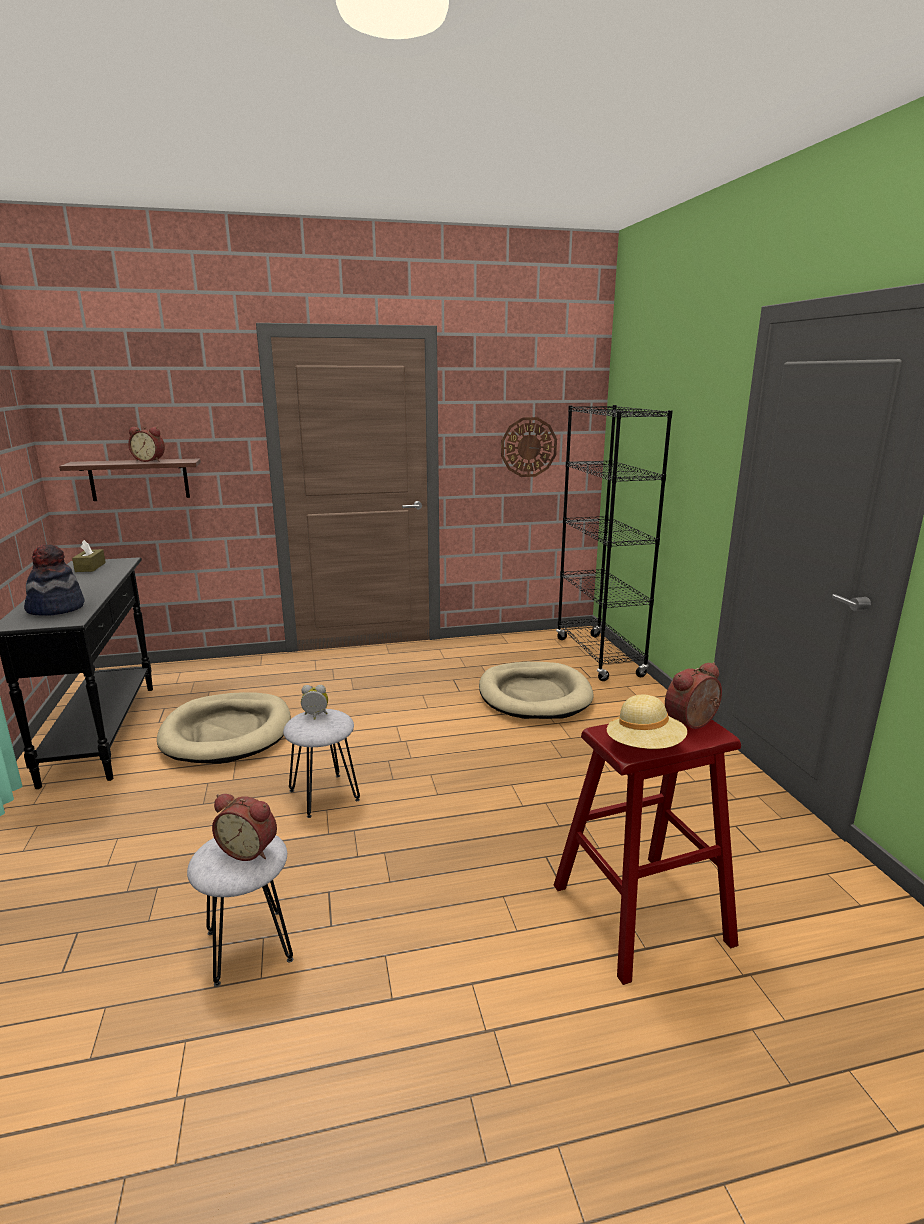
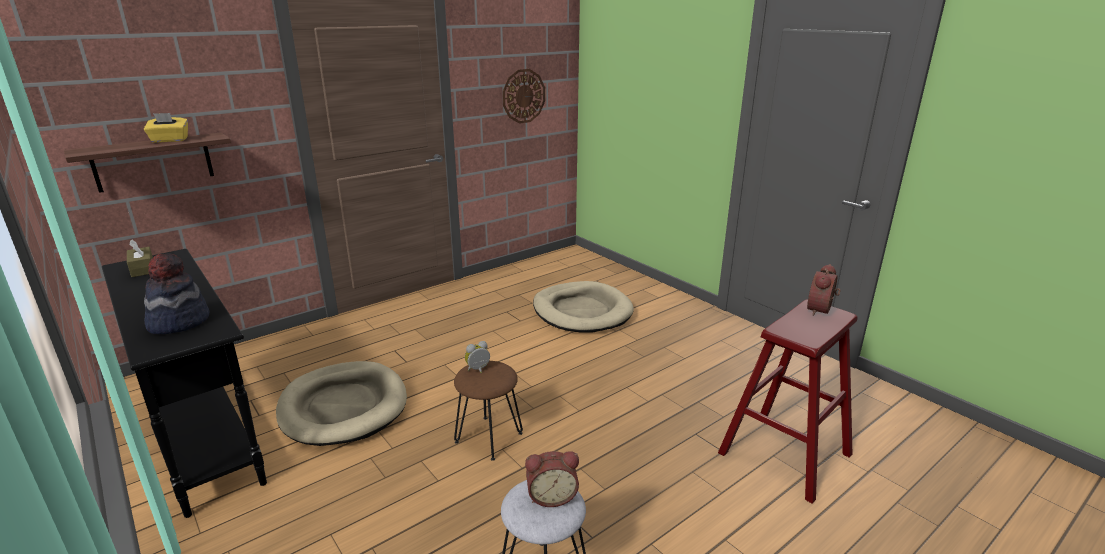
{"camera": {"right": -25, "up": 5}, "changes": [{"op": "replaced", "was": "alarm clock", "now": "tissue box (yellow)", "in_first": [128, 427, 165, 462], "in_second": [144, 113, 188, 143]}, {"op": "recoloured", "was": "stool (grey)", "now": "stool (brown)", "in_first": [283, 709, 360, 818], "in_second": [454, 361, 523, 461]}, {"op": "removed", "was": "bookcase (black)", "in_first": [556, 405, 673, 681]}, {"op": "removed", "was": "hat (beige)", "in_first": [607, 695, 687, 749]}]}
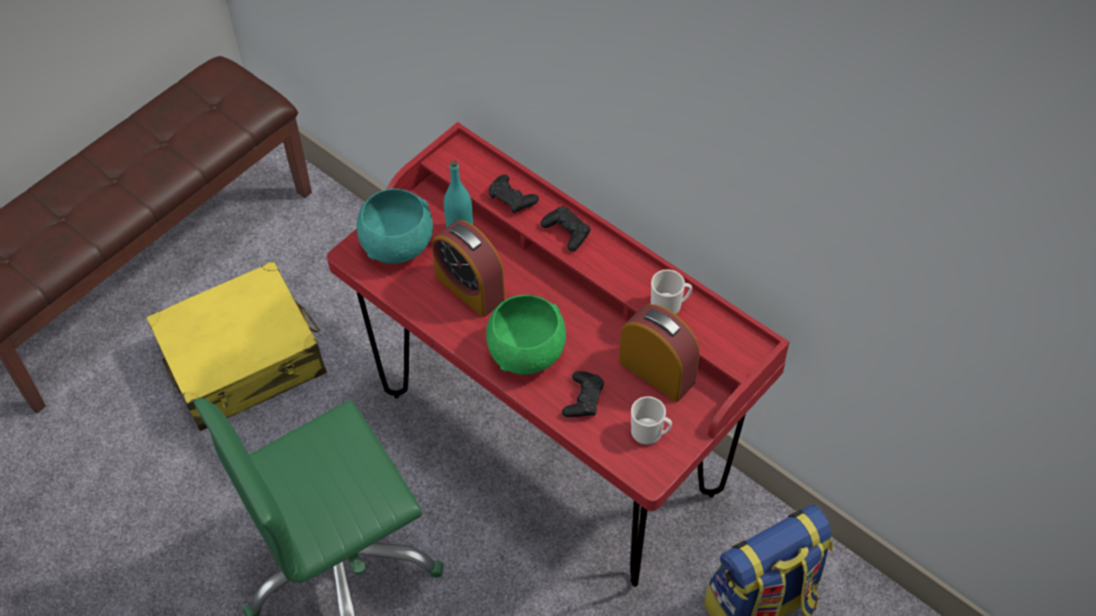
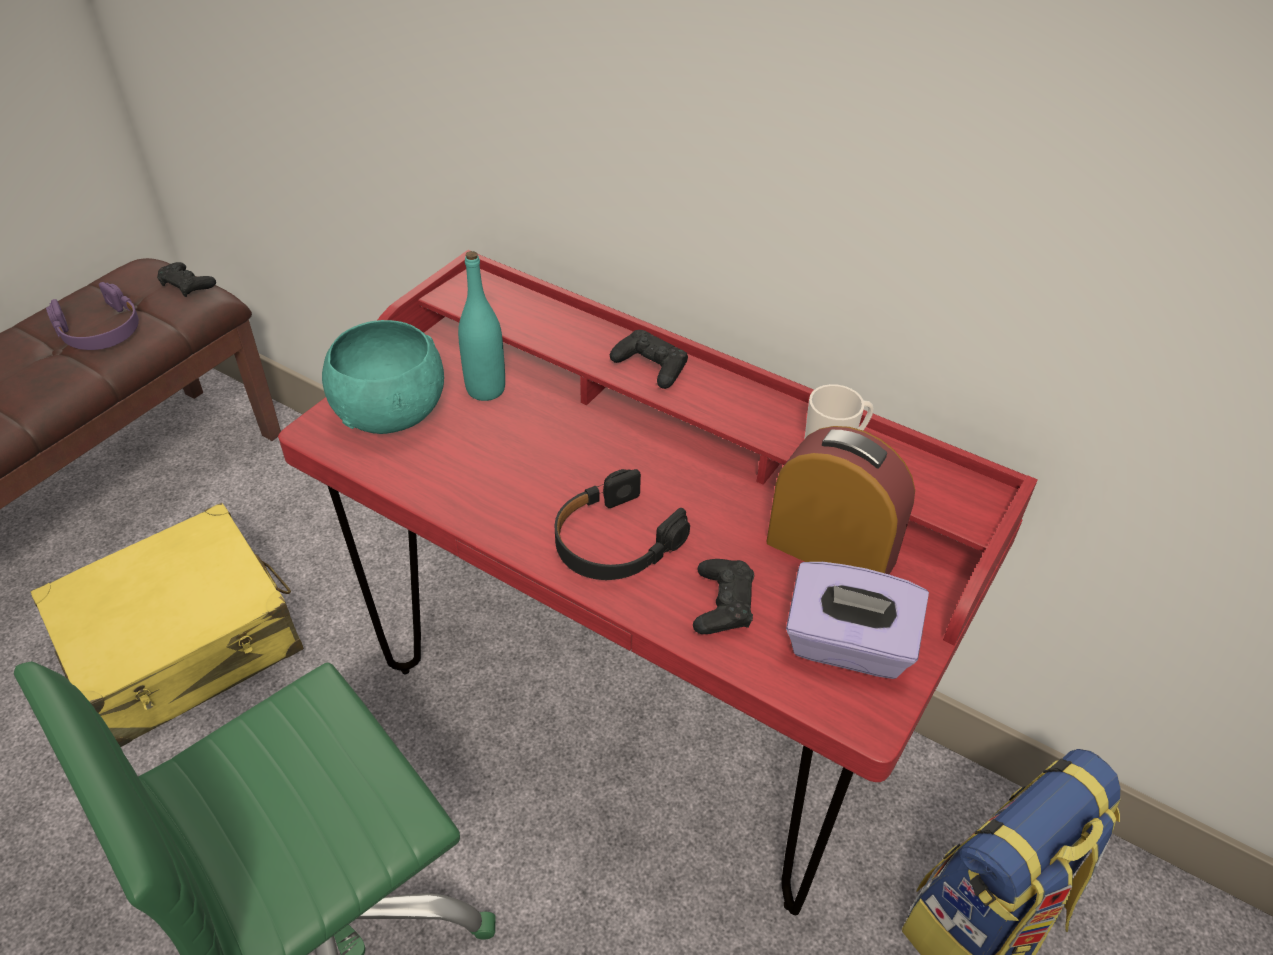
{"camera": {"right": -10, "up": -10}, "changes": [{"op": "removed", "was": "alarm clock", "in_first": [432, 220, 505, 317]}, {"op": "replaced", "was": "bowl (green)", "now": "headphones (black)", "in_first": [486, 295, 566, 375], "in_second": [555, 469, 690, 580]}, {"op": "moved", "was": "game controller (black)", "in_first": [489, 174, 539, 214], "in_second": [157, 262, 216, 297]}, {"op": "replaced", "was": "mug", "now": "tissue box (purple)", "in_first": [631, 396, 672, 445], "in_second": [786, 562, 929, 679]}, {"op": "added", "now": "headphones (purple)", "in_second": [46, 282, 139, 350]}]}
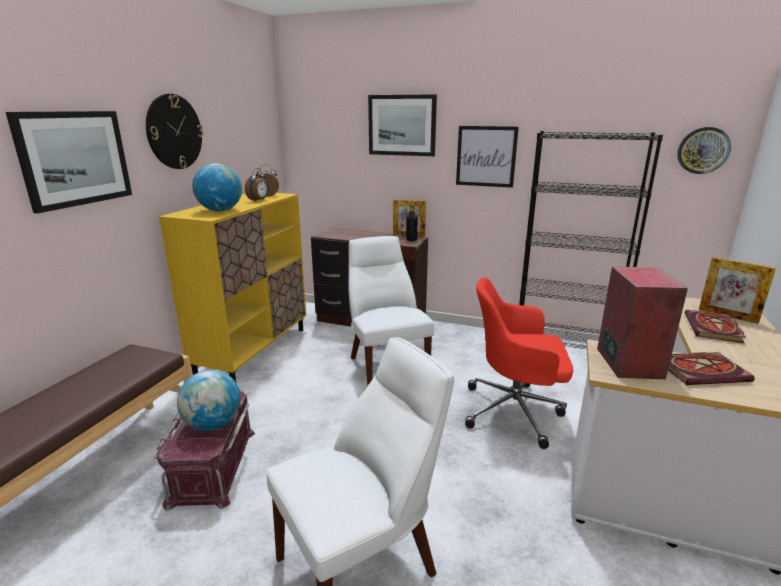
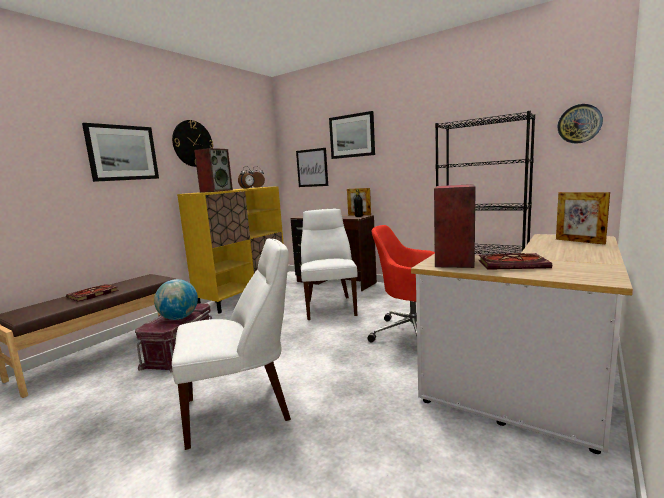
{"camera": {"right": 15, "up": -10}, "changes": [{"op": "replaced", "was": "globe", "now": "speaker", "in_first": [192, 163, 242, 211], "in_second": [194, 148, 233, 193]}, {"op": "moved", "was": "picture", "in_first": [456, 126, 519, 188], "in_second": [296, 148, 328, 187]}, {"op": "moved", "was": "book", "in_first": [685, 310, 746, 343], "in_second": [66, 284, 119, 302]}]}
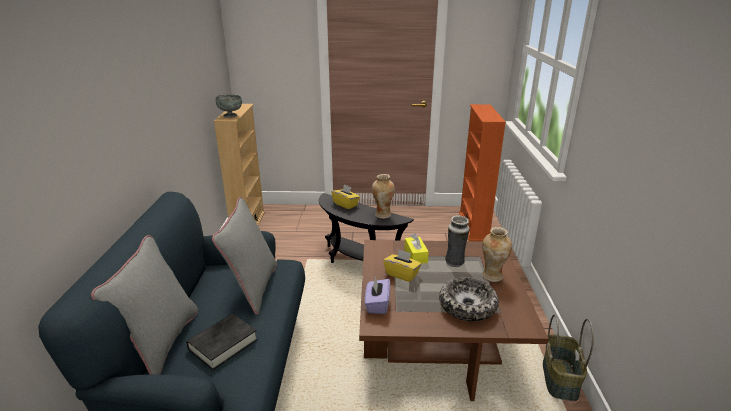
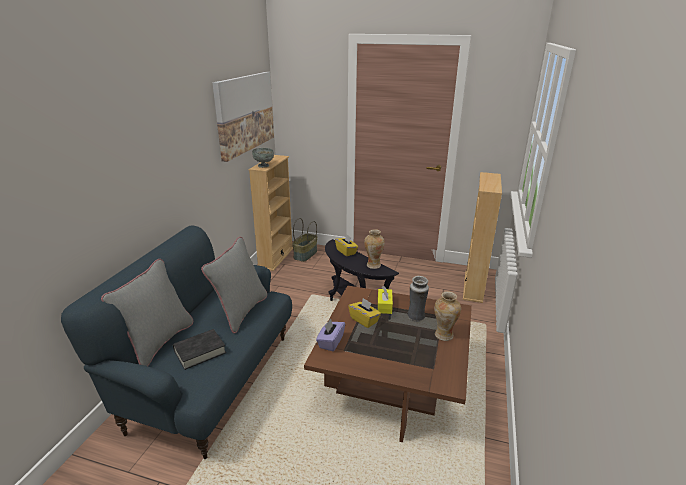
{"camera": {"right": 15, "up": 0}, "changes": [{"op": "removed", "was": "bowl", "in_first": [439, 277, 499, 322]}, {"op": "recoloured", "was": "bookcase (orange)", "now": "bookcase (beige)", "in_first": [459, 104, 506, 241], "in_second": [463, 172, 502, 303]}, {"op": "moved", "was": "basket", "in_first": [543, 315, 594, 401], "in_second": [292, 218, 317, 262]}, {"op": "added", "now": "picture", "in_second": [212, 72, 274, 162]}]}
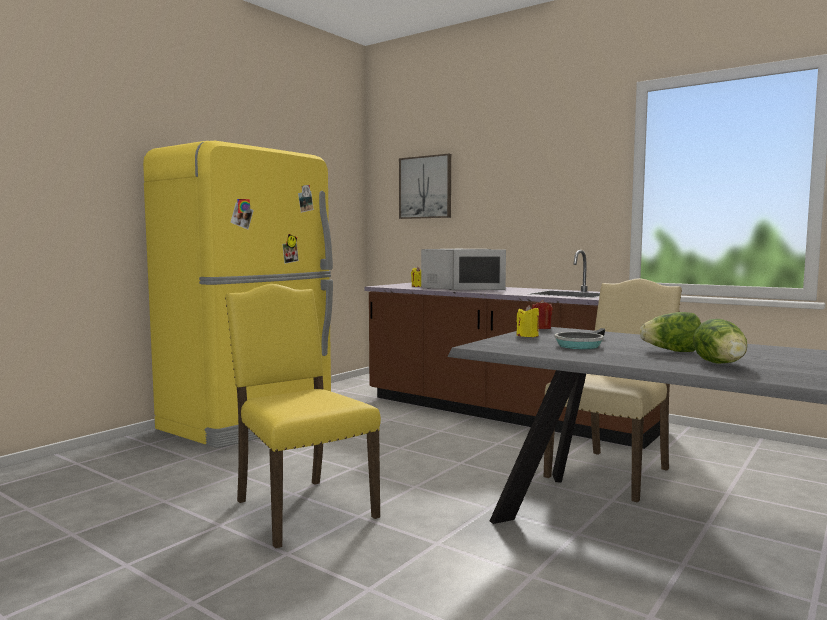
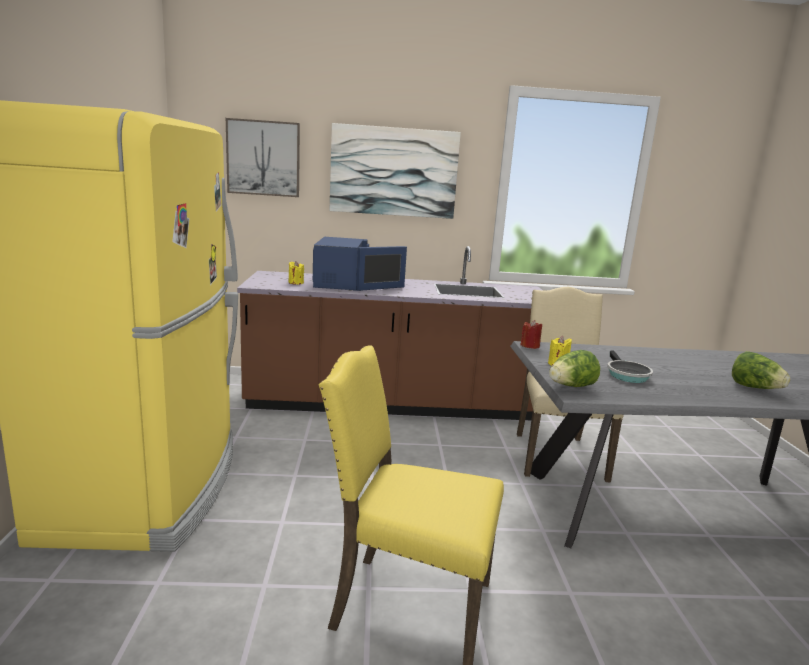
{"camera": {"right": -40, "up": 10}, "changes": [{"op": "recoloured", "was": "microwave (white)", "now": "microwave (blue)", "in_first": [421, 249, 506, 290], "in_second": [313, 237, 407, 291]}, {"op": "moved", "was": "lettuce", "in_first": [640, 312, 701, 352], "in_second": [549, 350, 600, 387]}, {"op": "added", "now": "picture", "in_second": [330, 123, 461, 219]}]}
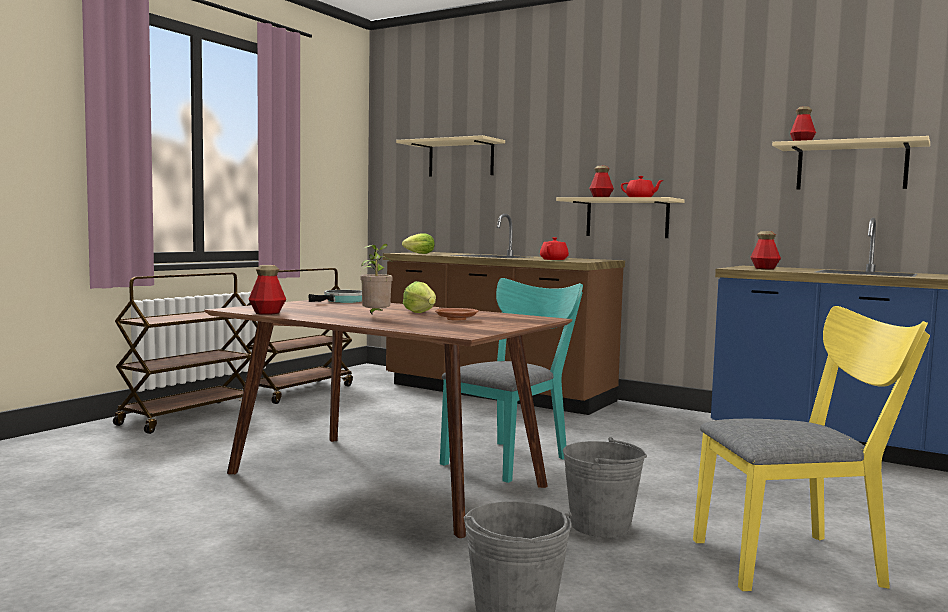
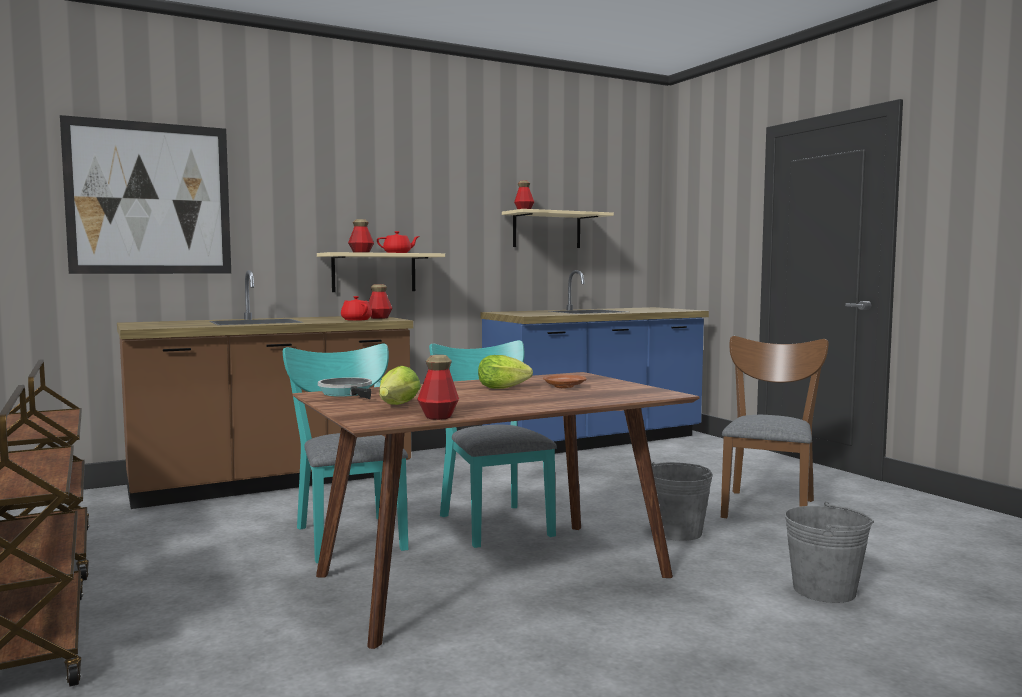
{"camera": {"right": -60, "up": 0}, "changes": [{"op": "removed", "was": "potted plant", "in_first": [361, 244, 393, 314]}, {"op": "replaced", "was": "shelf (beige)", "now": "picture", "in_first": [396, 135, 505, 177], "in_second": [60, 115, 231, 274]}, {"op": "moved", "was": "lettuce", "in_first": [402, 234, 434, 254], "in_second": [379, 366, 421, 405]}, {"op": "recoloured", "was": "chair (yellow)", "now": "chair (brown)", "in_first": [693, 306, 930, 591], "in_second": [721, 336, 828, 518]}, {"op": "moved", "was": "bottle", "in_first": [750, 231, 781, 270], "in_second": [368, 284, 393, 319]}, {"op": "added", "now": "chair (turquoise)", "in_second": [283, 344, 408, 563]}]}
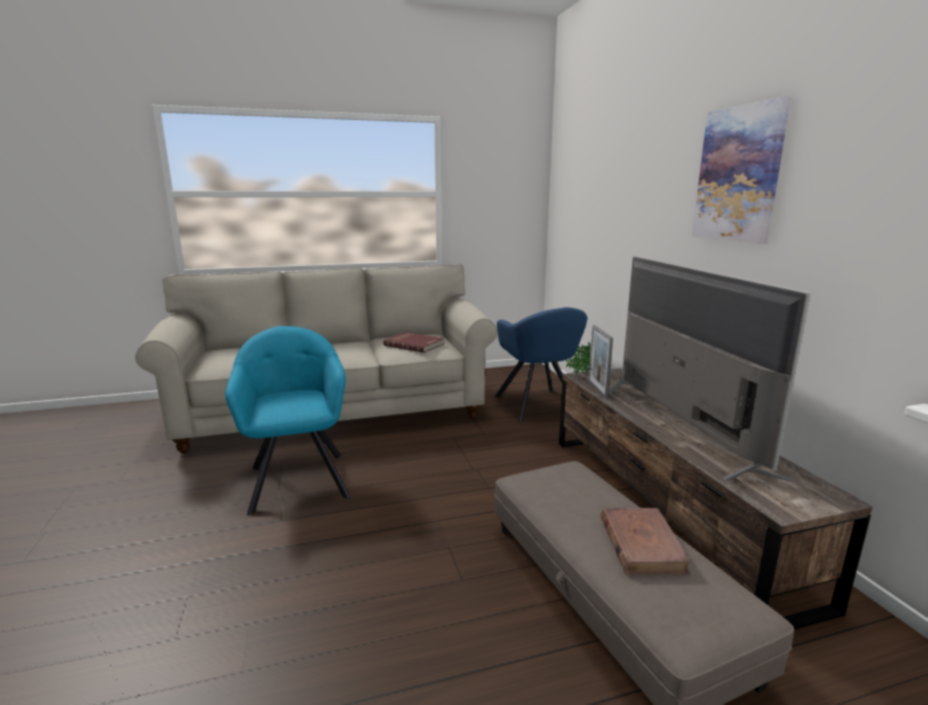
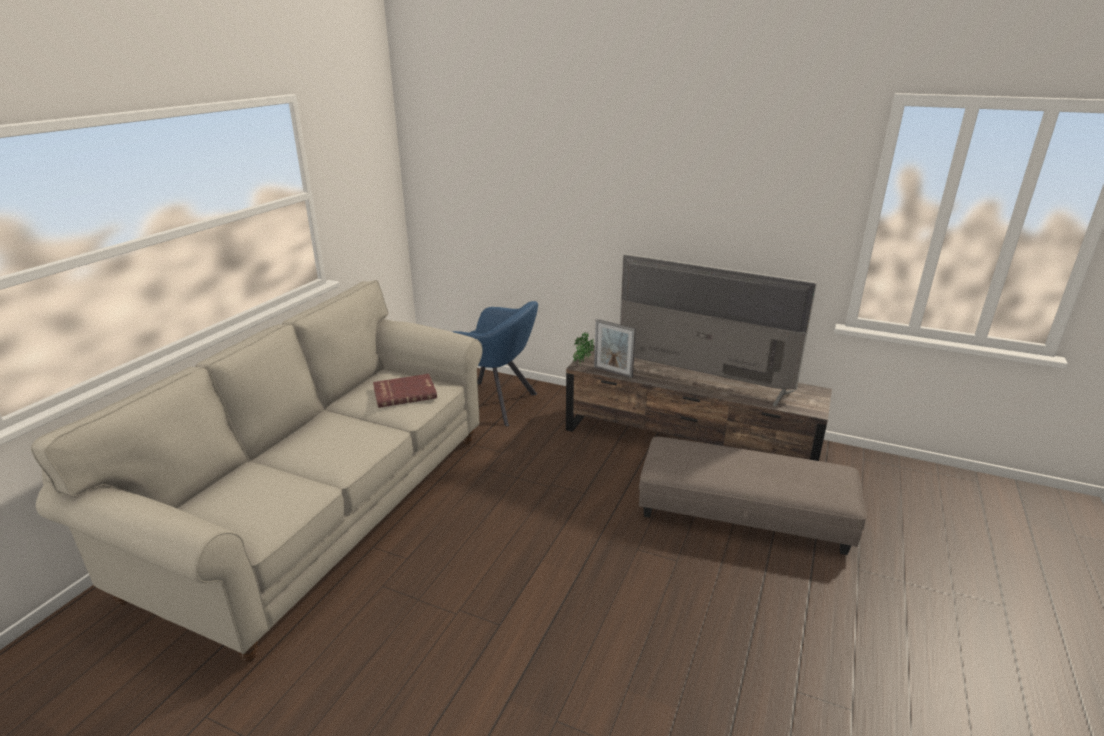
{"camera": {"right": -50, "up": 10}, "changes": [{"op": "removed", "was": "armchair (turquoise)", "in_first": [225, 326, 350, 515]}, {"op": "removed", "was": "book (brown)", "in_first": [601, 508, 691, 575]}, {"op": "removed", "was": "picture", "in_first": [692, 96, 791, 243]}]}
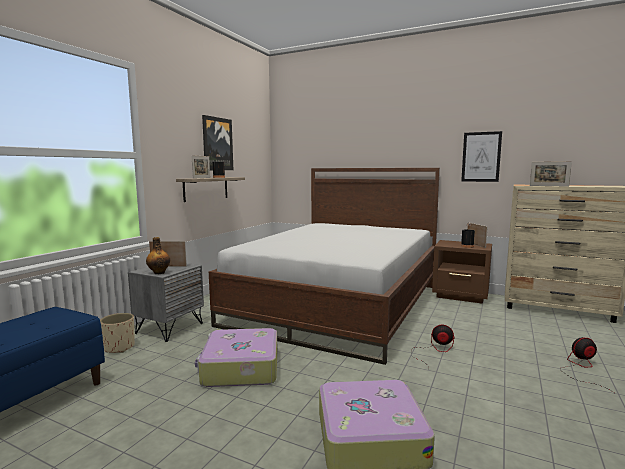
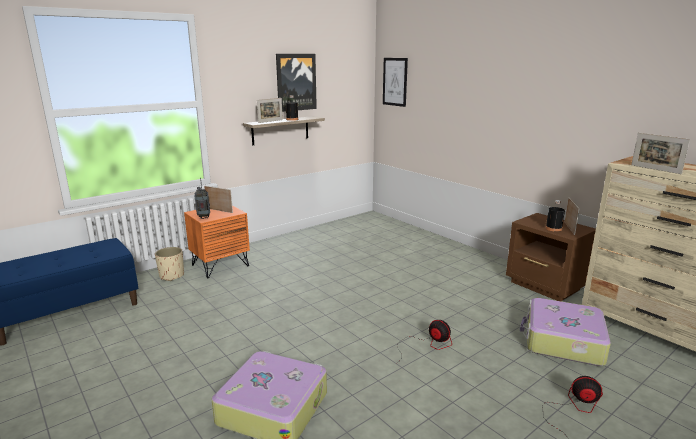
{"camera": {"right": 25, "up": 10}, "changes": [{"op": "recoloured", "was": "nightstand (grey)", "now": "nightstand (orange)", "in_first": [128, 263, 204, 342], "in_second": [184, 205, 250, 278]}, {"op": "replaced", "was": "bottle", "now": "radio", "in_first": [146, 237, 170, 274], "in_second": [195, 177, 210, 219]}, {"op": "moved", "was": "suitcase", "in_first": [195, 328, 278, 387], "in_second": [520, 298, 611, 366]}, {"op": "removed", "was": "bed", "in_first": [209, 168, 440, 365]}, {"op": "moved", "was": "picture", "in_first": [461, 131, 502, 182], "in_second": [383, 58, 408, 107]}]}
